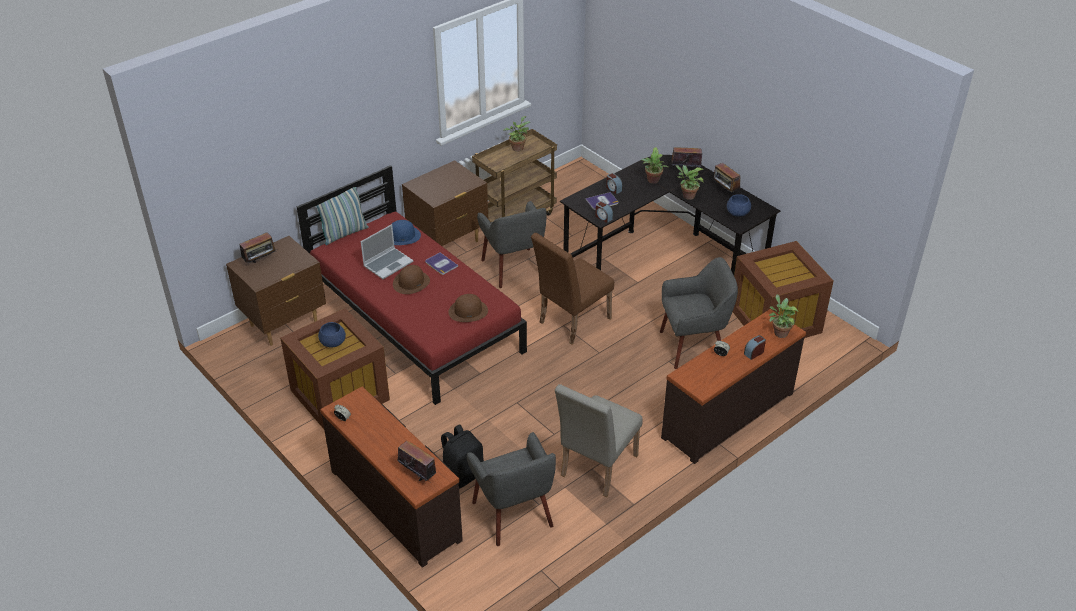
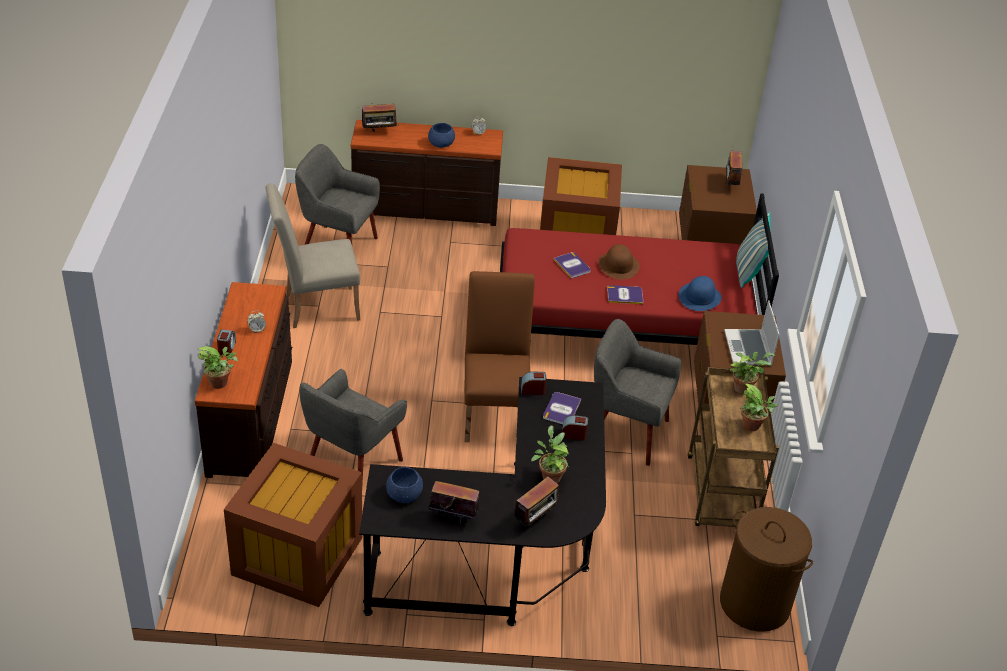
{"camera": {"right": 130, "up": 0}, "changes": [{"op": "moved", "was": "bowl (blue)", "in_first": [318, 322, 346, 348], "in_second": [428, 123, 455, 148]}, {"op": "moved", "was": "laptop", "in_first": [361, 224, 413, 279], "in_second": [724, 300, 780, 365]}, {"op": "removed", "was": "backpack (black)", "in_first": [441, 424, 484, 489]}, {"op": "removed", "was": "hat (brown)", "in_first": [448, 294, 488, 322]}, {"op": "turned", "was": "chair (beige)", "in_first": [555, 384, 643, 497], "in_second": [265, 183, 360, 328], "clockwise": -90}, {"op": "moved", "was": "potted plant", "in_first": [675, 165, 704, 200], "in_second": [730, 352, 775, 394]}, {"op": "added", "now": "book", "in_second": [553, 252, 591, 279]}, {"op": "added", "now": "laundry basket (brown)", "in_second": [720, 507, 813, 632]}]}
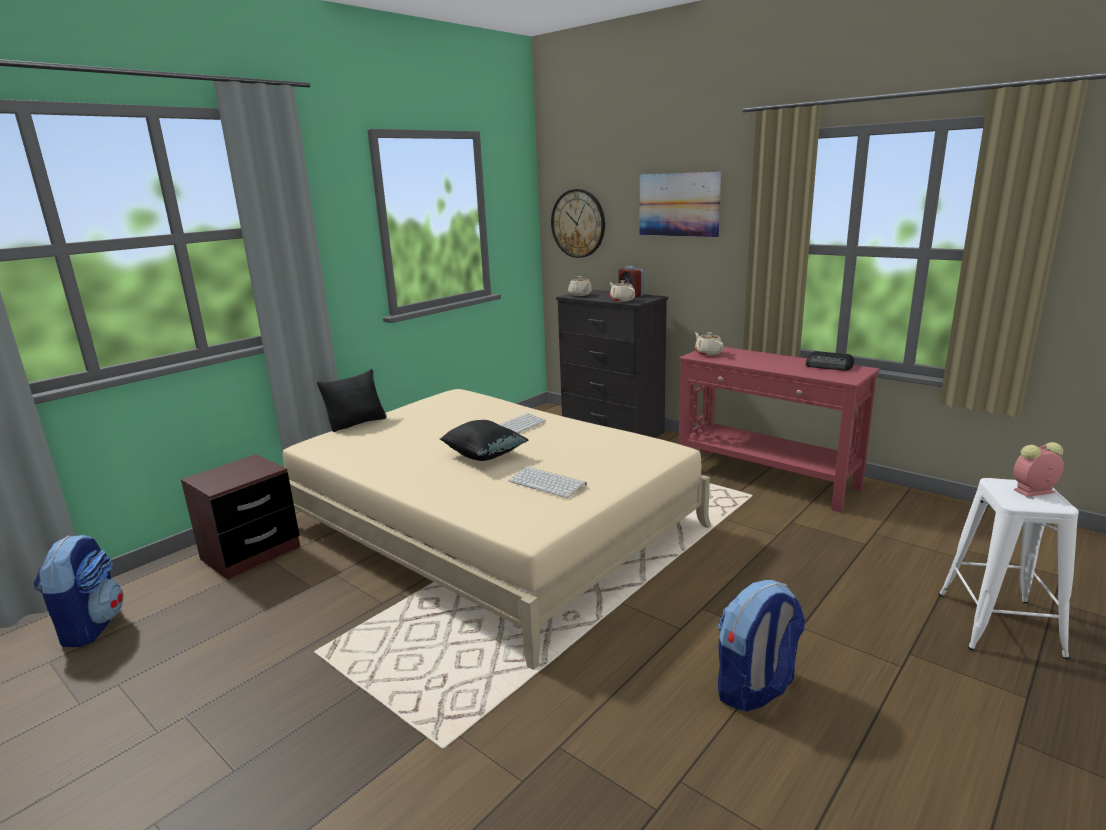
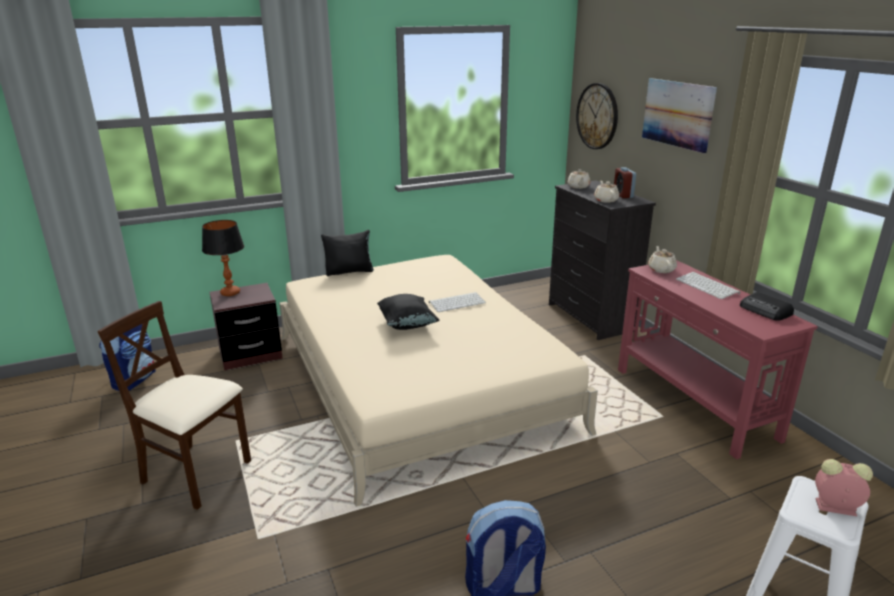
{"camera": {"right": 25, "up": 5}, "changes": [{"op": "moved", "was": "keyboard", "in_first": [508, 466, 587, 498], "in_second": [676, 272, 740, 299]}, {"op": "added", "now": "chair (beige)", "in_second": [97, 301, 251, 510]}, {"op": "added", "now": "table lamp", "in_second": [202, 220, 244, 296]}]}
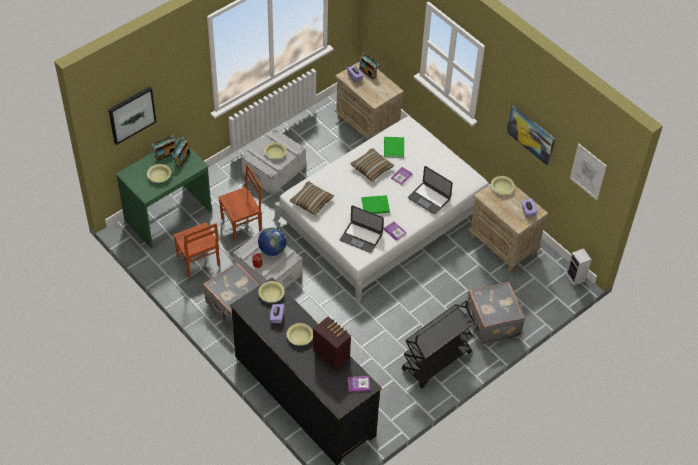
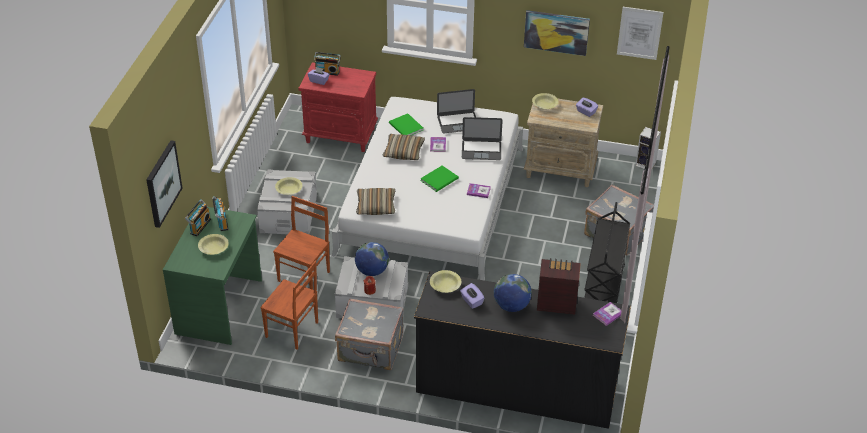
{"camera": {"right": -35, "up": -10}, "changes": [{"op": "replaced", "was": "bowl (yellow)", "now": "globe", "in_first": [287, 323, 313, 346], "in_second": [494, 274, 532, 312]}, {"op": "recoloured", "was": "nightstand (beige)", "now": "nightstand (red)", "in_first": [334, 61, 404, 140], "in_second": [298, 63, 378, 152]}, {"op": "moved", "was": "laptop", "in_first": [340, 205, 384, 253], "in_second": [437, 89, 476, 133]}]}
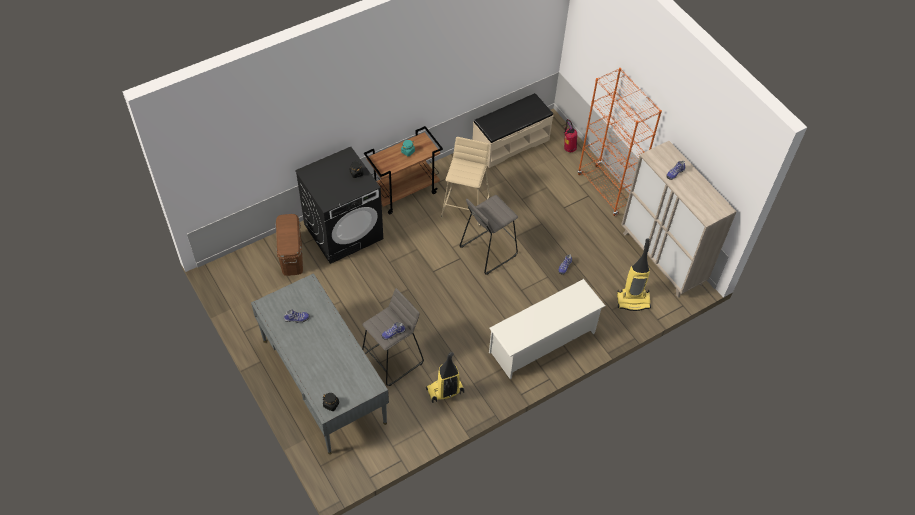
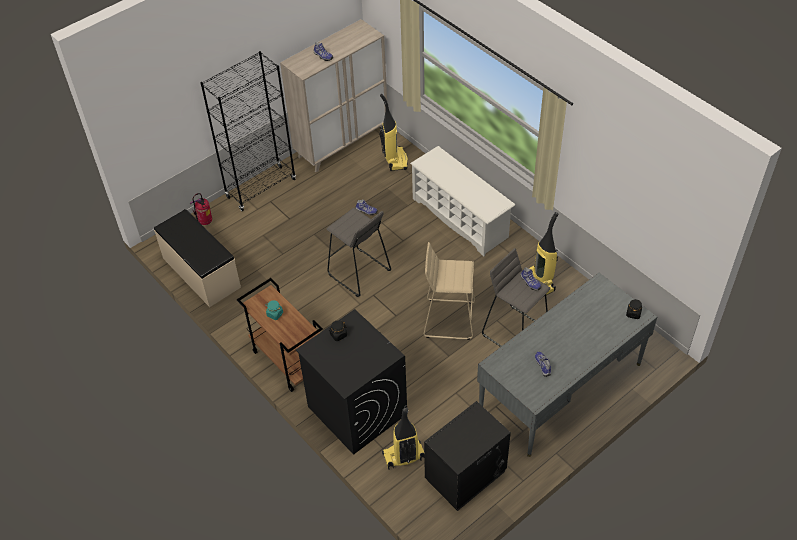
{"camera": {"right": -95, "up": -5}, "changes": [{"op": "replaced", "was": "storage box (brown)", "now": "vacuum cleaner", "in_first": [276, 214, 303, 276], "in_second": [382, 407, 424, 470]}, {"op": "moved", "was": "stool (beige)", "in_first": [441, 137, 490, 226], "in_second": [424, 242, 475, 340]}, {"op": "recoloured", "was": "bookcase (orange)", "now": "bookcase (black)", "in_first": [578, 68, 662, 216], "in_second": [200, 51, 296, 211]}, {"op": "added", "now": "nightstand (black)", "in_second": [424, 401, 511, 511]}]}
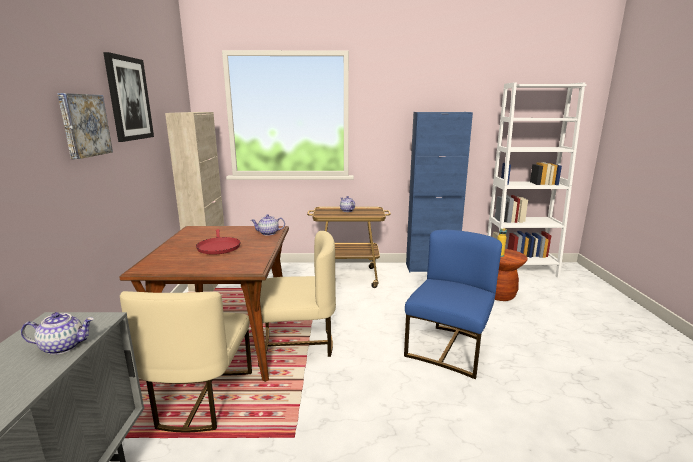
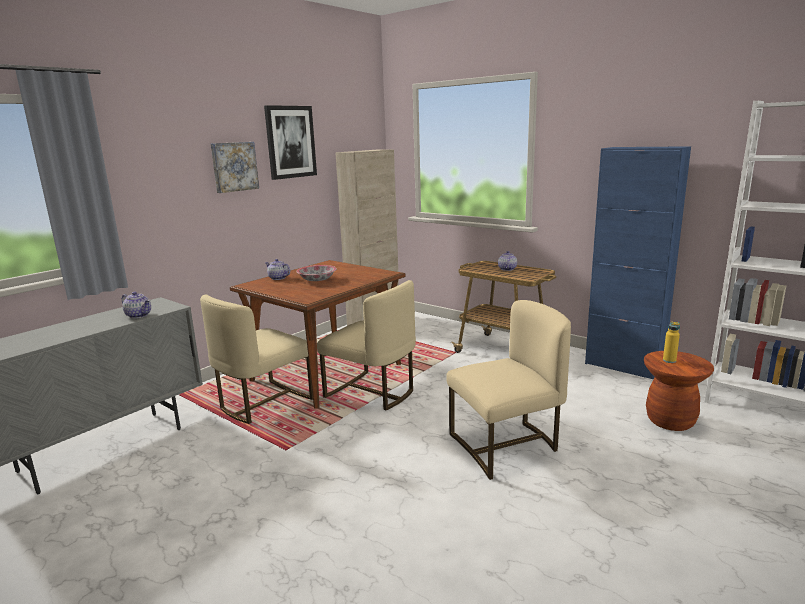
{"camera": {"right": 40, "up": 0}, "changes": [{"op": "replaced", "was": "frying pan (red)", "now": "bowl", "in_first": [196, 229, 240, 255], "in_second": [296, 265, 337, 281]}, {"op": "moved", "was": "teapot", "in_first": [251, 214, 285, 236], "in_second": [265, 259, 290, 280]}, {"op": "recoloured", "was": "chair (blue)", "now": "chair (beige)", "in_first": [404, 230, 502, 379], "in_second": [446, 300, 571, 480]}]}
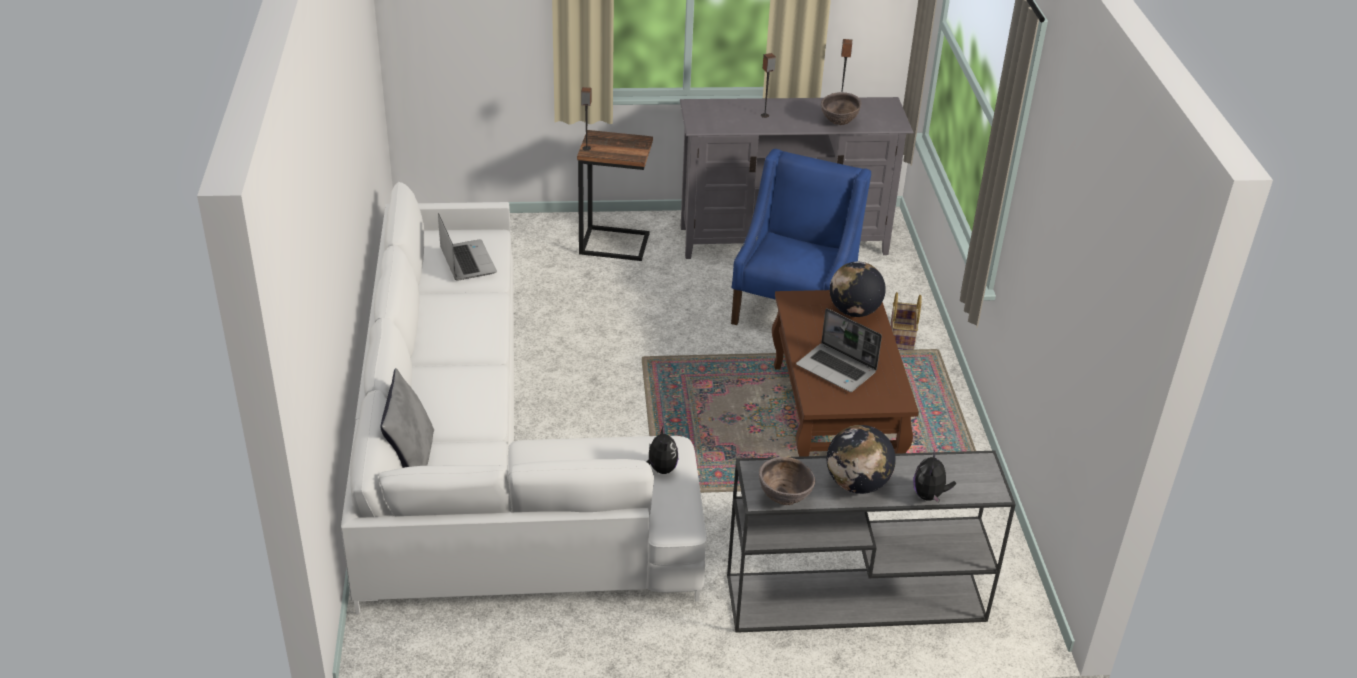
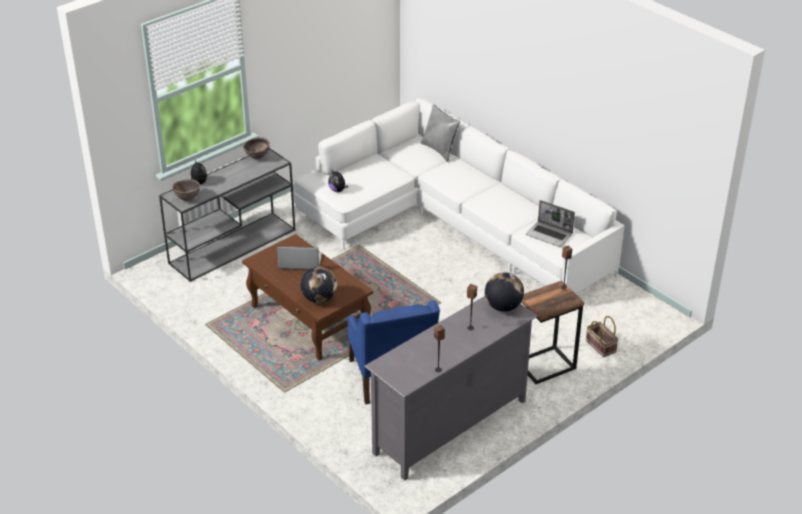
{"camera": {"right": 145, "up": 0}, "changes": [{"op": "moved", "was": "bowl (brown)", "in_first": [821, 92, 861, 125], "in_second": [172, 179, 200, 201]}, {"op": "moved", "was": "globe", "in_first": [826, 425, 896, 494], "in_second": [485, 272, 524, 312]}, {"op": "moved", "was": "basket", "in_first": [891, 292, 922, 350], "in_second": [586, 316, 619, 358]}]}
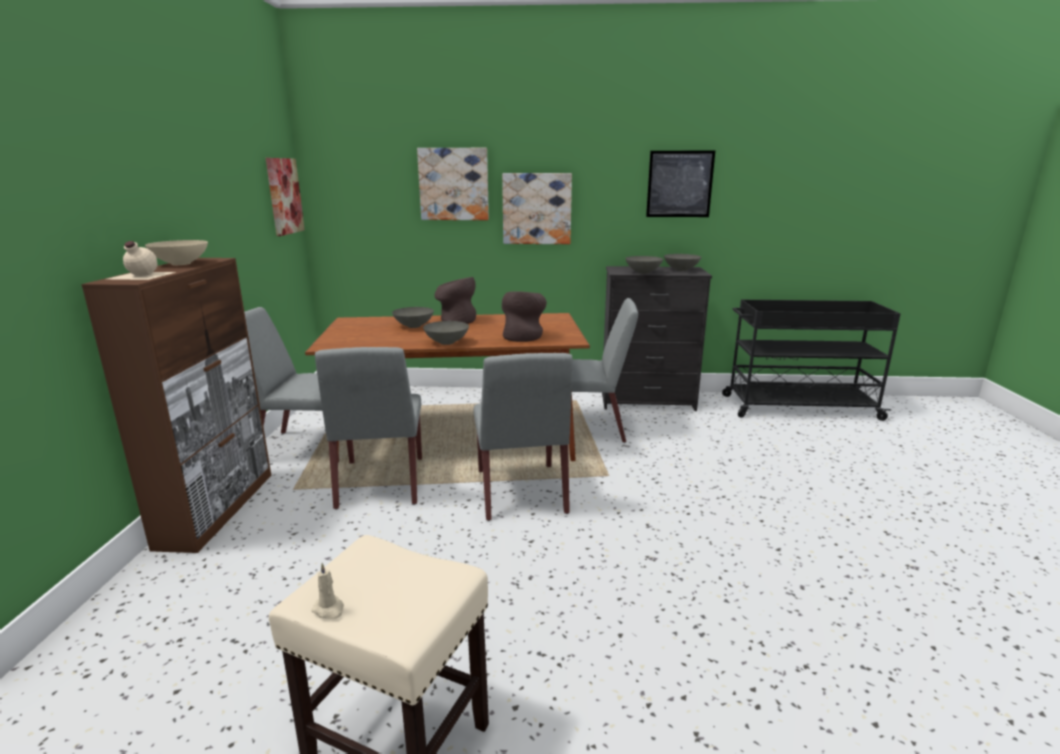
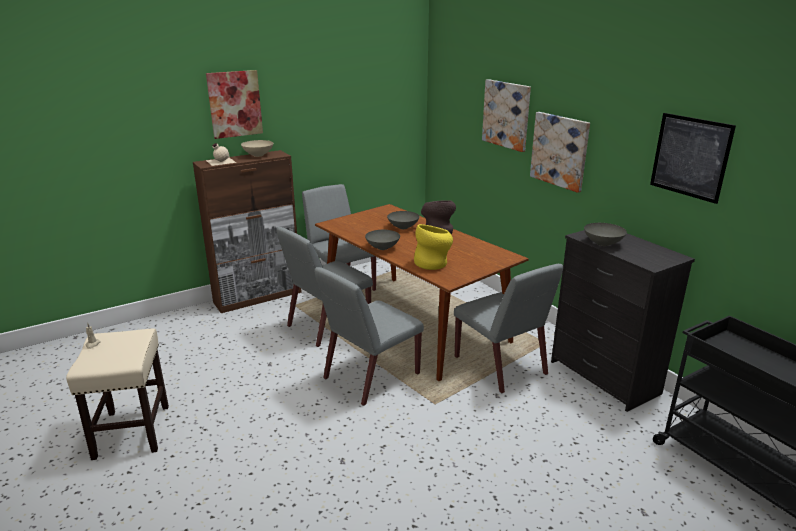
{"camera": {"right": 55, "up": 5}, "changes": [{"op": "moved", "was": "picture", "in_first": [266, 158, 305, 236], "in_second": [206, 70, 263, 139]}, {"op": "recoloured", "was": "vase (brown)", "now": "vase (yellow)", "in_first": [502, 291, 547, 342], "in_second": [414, 224, 453, 270]}, {"op": "removed", "was": "bowl (grey)", "in_first": [664, 254, 701, 271]}]}
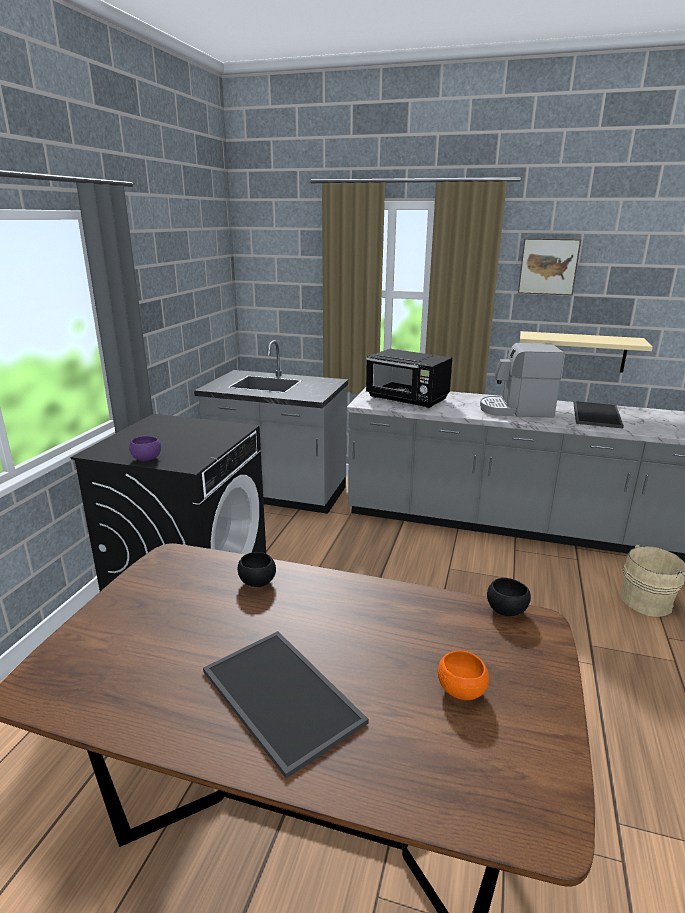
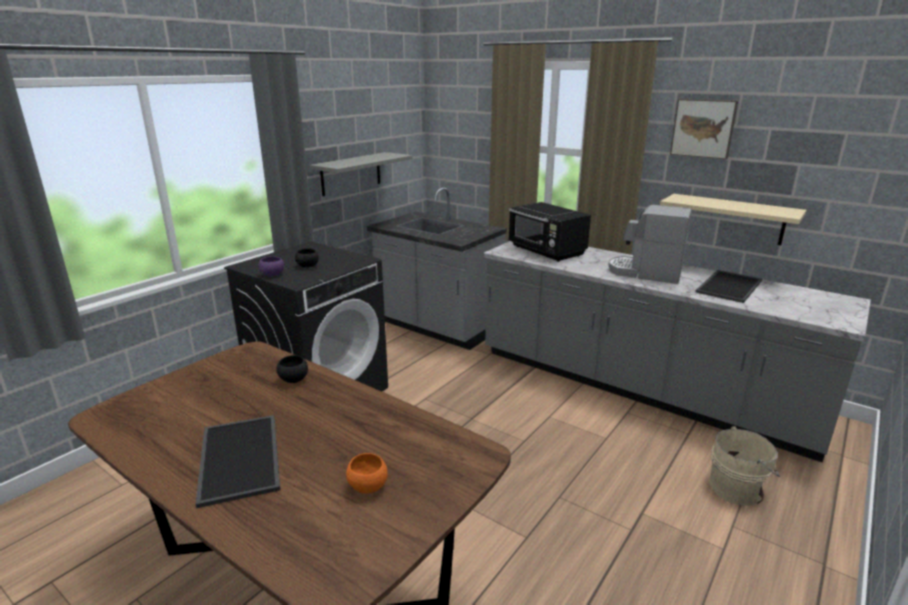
{"camera": {"right": 20, "up": 0}, "changes": [{"op": "moved", "was": "bowl (black)", "in_first": [487, 578, 531, 616], "in_second": [295, 248, 319, 268]}, {"op": "added", "now": "shelf (grey)", "in_second": [310, 152, 412, 196]}]}
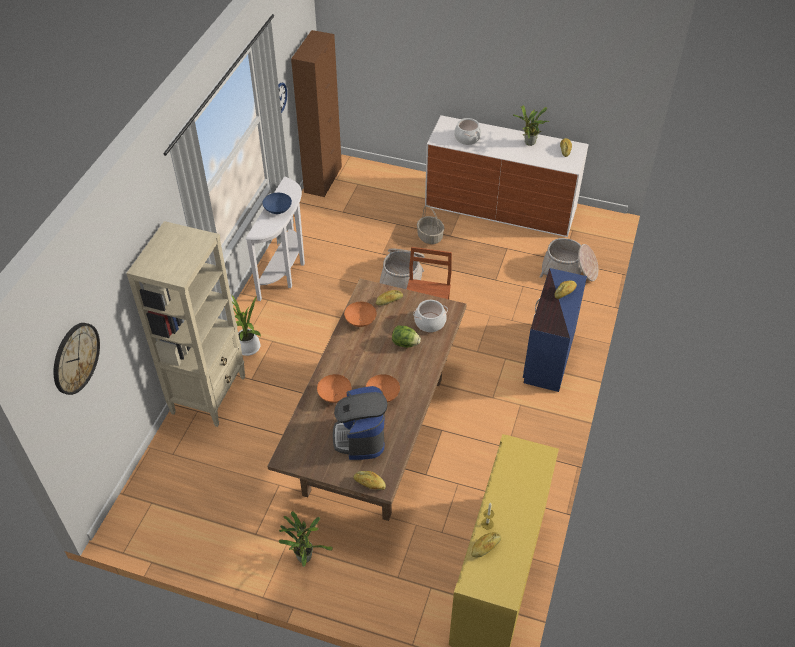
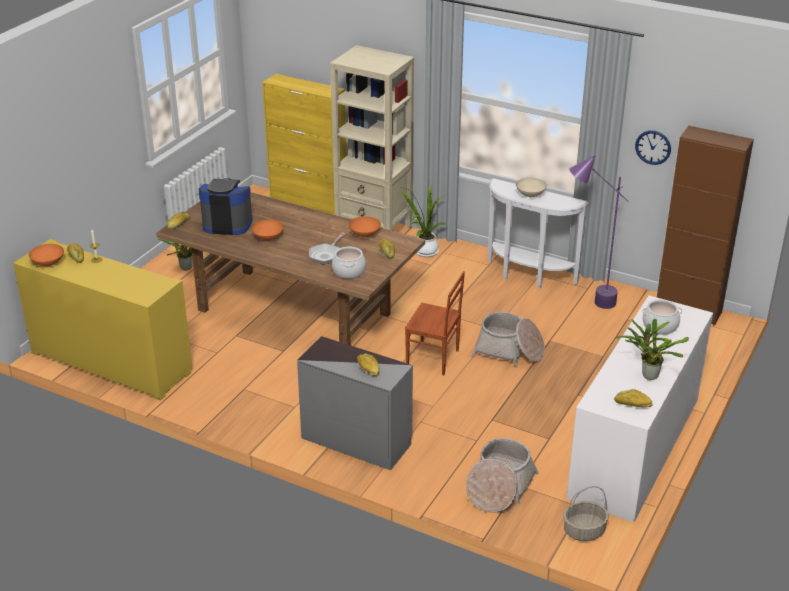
{"camera": {"right": 100, "up": -15}, "changes": [{"op": "removed", "was": "wall clock", "in_first": [53, 323, 100, 395]}, {"op": "recoloured", "was": "bowl (blue)", "now": "bowl (beige)", "in_first": [263, 193, 292, 214], "in_second": [516, 178, 547, 197]}, {"op": "moved", "was": "bowl (orange)", "in_first": [317, 374, 351, 403], "in_second": [29, 244, 64, 266]}, {"op": "replaced", "was": "lettuce", "now": "frying pan", "in_first": [392, 325, 421, 348], "in_second": [309, 232, 345, 265]}, {"op": "moved", "was": "basket", "in_first": [417, 205, 444, 244], "in_second": [564, 486, 609, 541]}, {"op": "recoloured", "was": "dresser (blue)", "now": "dresser (grey)", "in_first": [523, 268, 587, 392], "in_second": [297, 336, 413, 470]}, {"op": "added", "now": "cabinet (yellow)", "in_second": [262, 74, 346, 215]}, {"op": "added", "now": "floor lamp (purple)", "in_second": [570, 155, 629, 309]}]}
